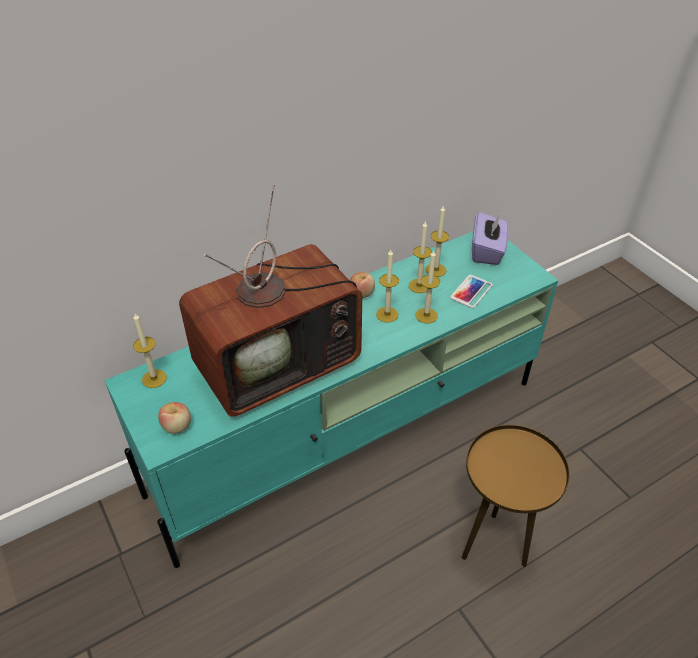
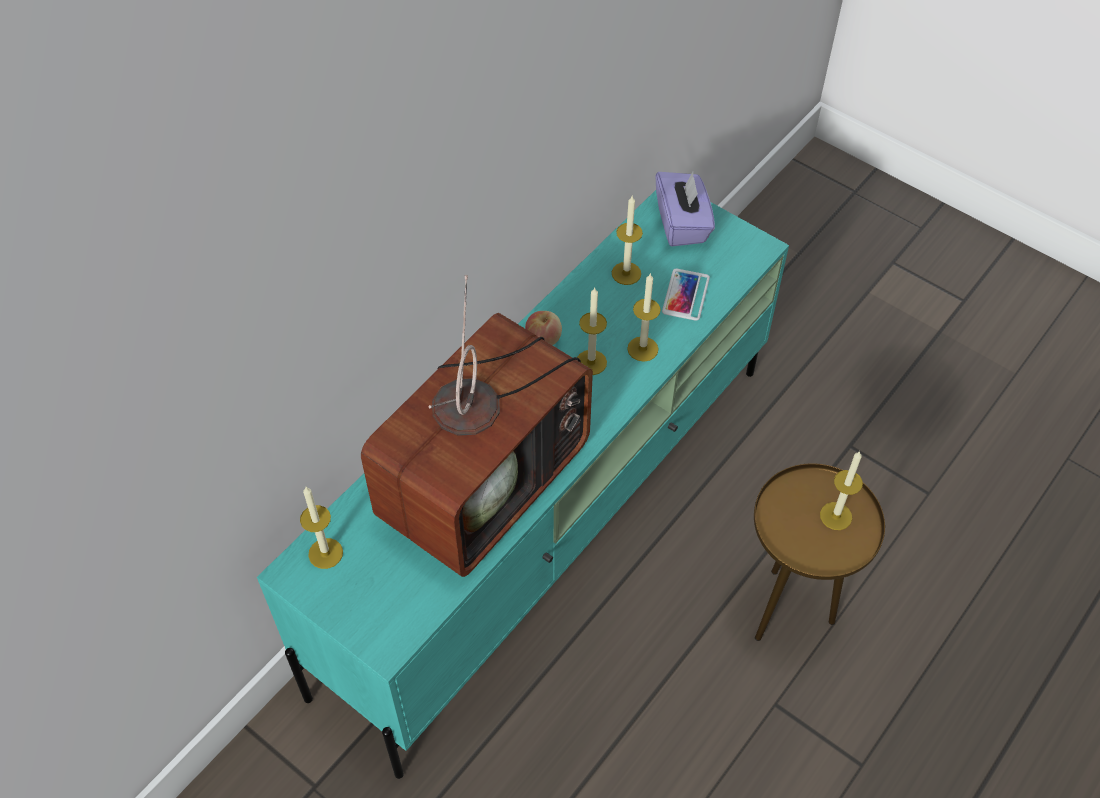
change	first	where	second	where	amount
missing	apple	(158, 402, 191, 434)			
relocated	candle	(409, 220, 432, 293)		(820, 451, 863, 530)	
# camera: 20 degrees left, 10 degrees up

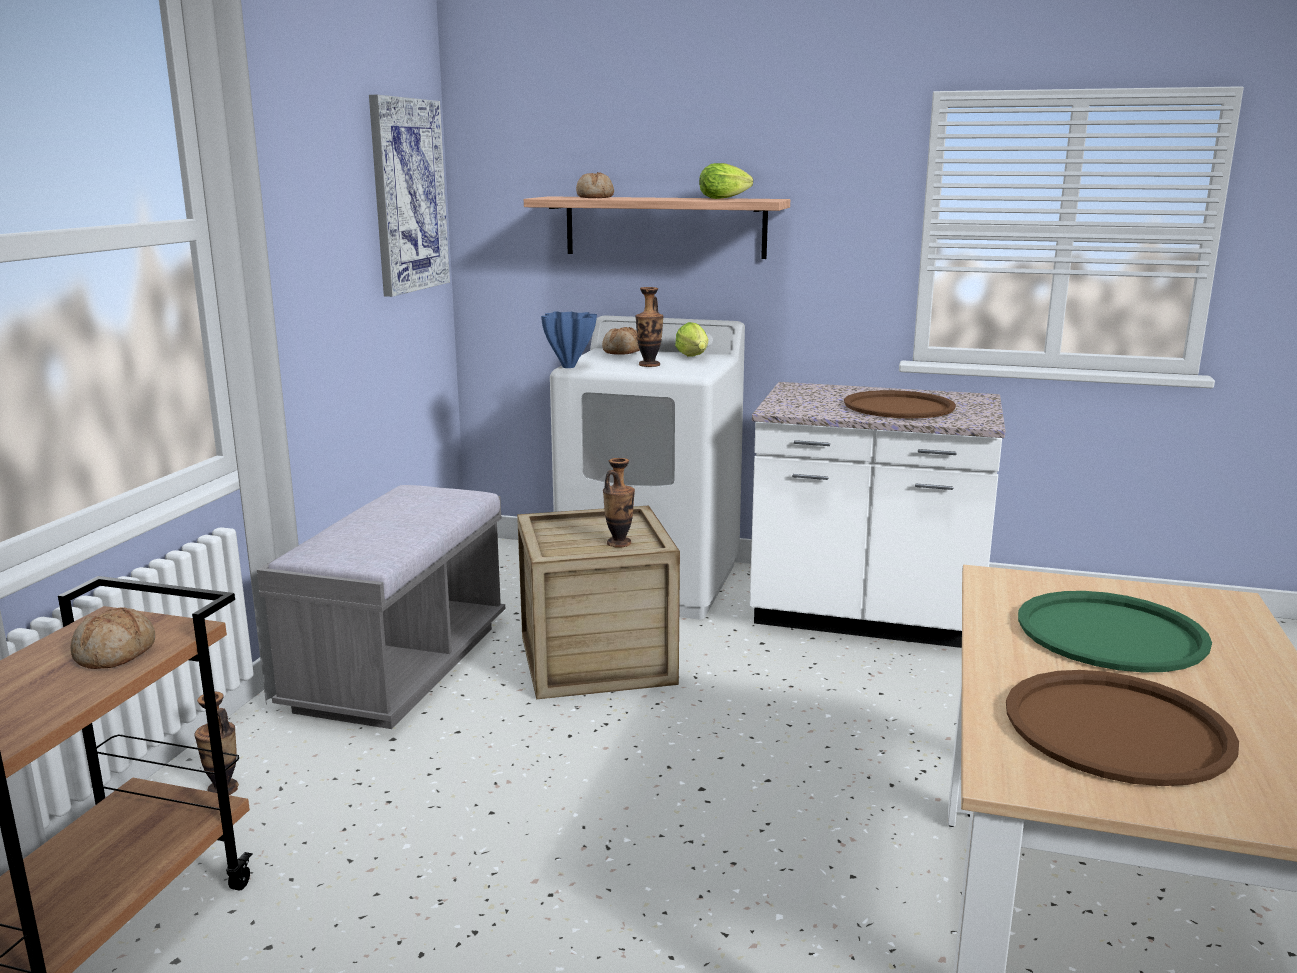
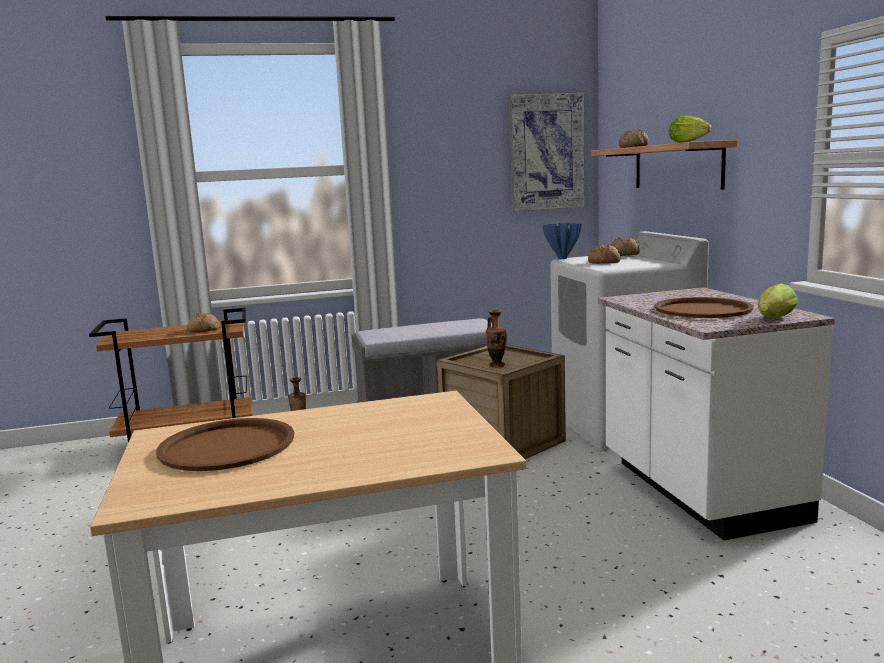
change	first	where	second	where	amount
missing	tray/green	(1018, 591, 1212, 672)			
relocated	lettuce	(675, 322, 708, 357)		(758, 283, 798, 318)	
exchanged	vase	(635, 287, 663, 367)	bread	(588, 244, 621, 264)	
# camera: 60 degrees right, 5 degrees down

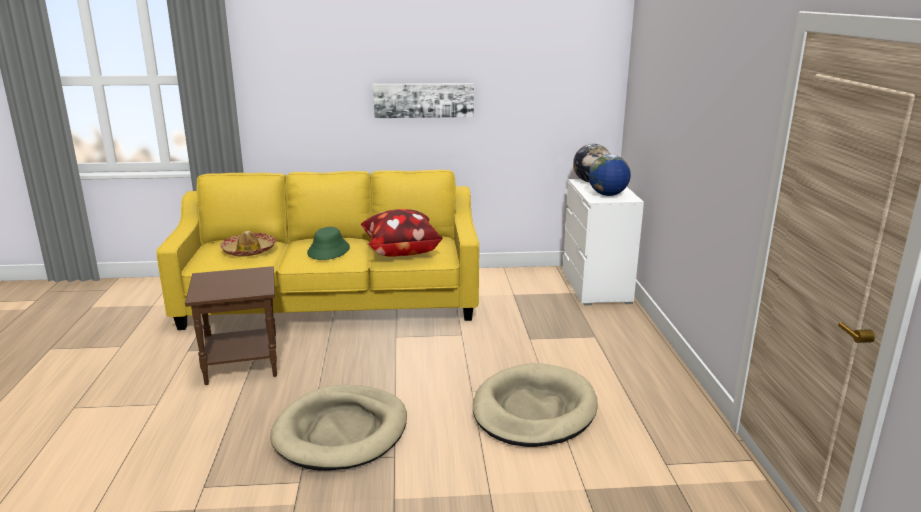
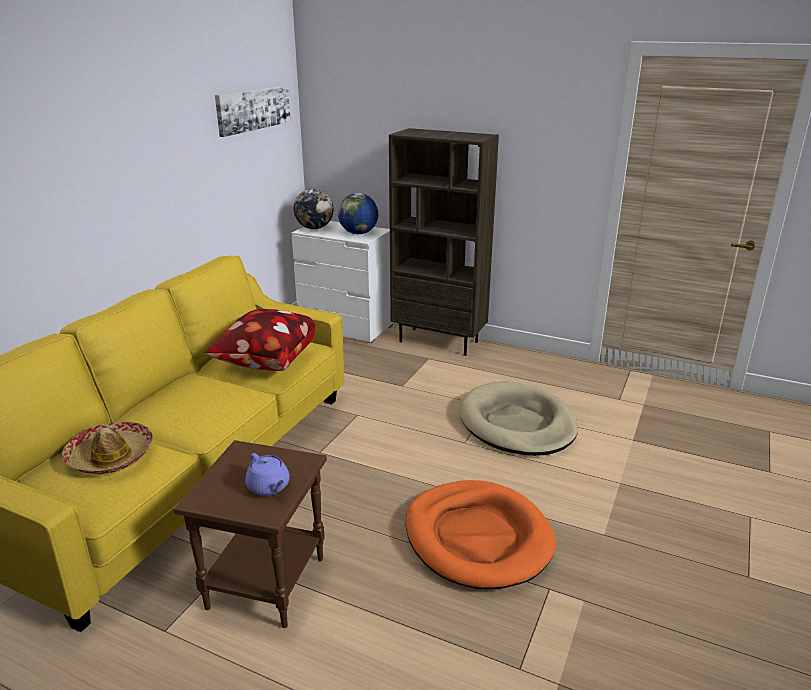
change	first	where	second	where	amount
missing	hat/green	(307, 227, 350, 260)			
appeared			teapot/purple	(245, 453, 290, 496)	
appeared			bookcase/brown	(389, 128, 499, 356)	
relocated	picture	(373, 83, 474, 118)		(215, 85, 291, 137)	
colour	dog bed/beige	(270, 385, 407, 471)	dog bed/orange	(405, 480, 556, 589)	
# camera: 60 degrees left, 5 degrees up

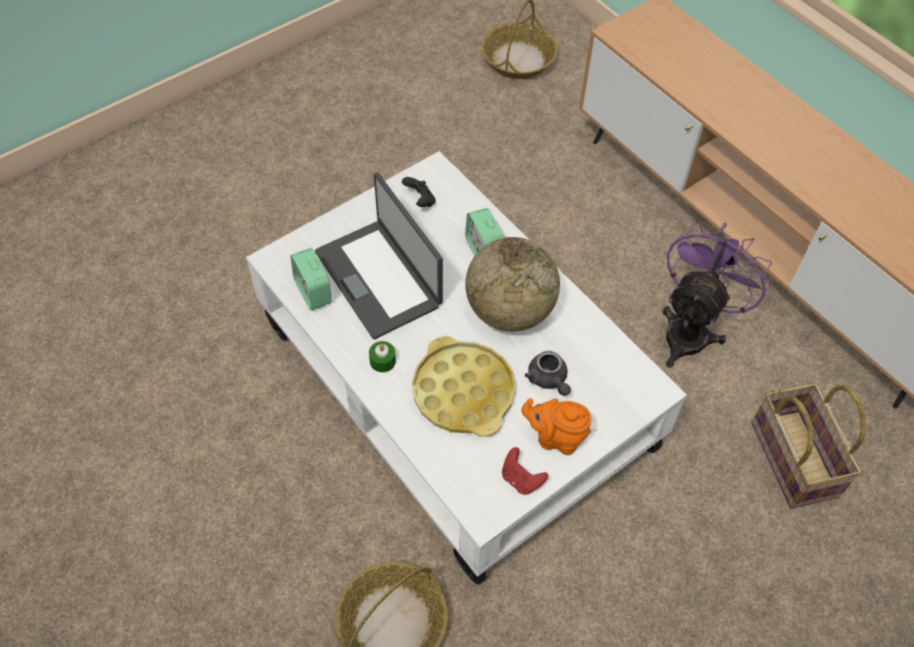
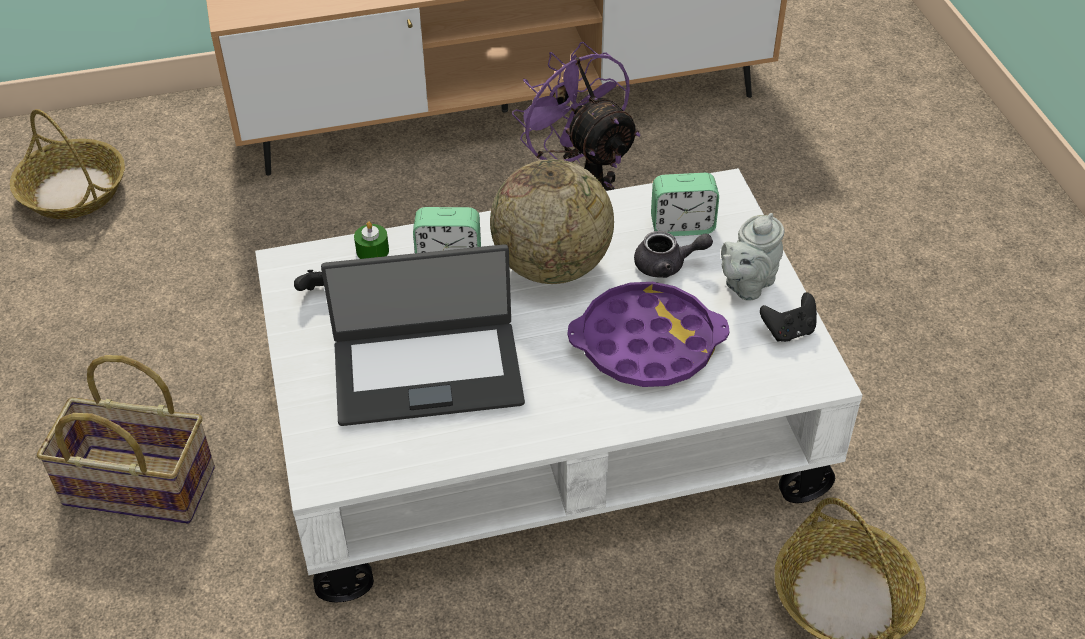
change	first	where	second	where	amount
relocated	alarm clock	(290, 248, 332, 310)		(651, 173, 719, 236)	
relocated	candle/green	(369, 341, 396, 372)		(354, 221, 389, 259)	
relocated	basket	(751, 383, 866, 508)		(37, 355, 215, 524)	
colour	tray/yellow	(412, 336, 515, 437)	tray/purple	(568, 282, 729, 387)	
colour	game controller/red	(502, 447, 548, 495)	game controller/black	(760, 292, 817, 342)	
colour	teapot/orange	(521, 398, 591, 455)	teapot/grey	(721, 213, 785, 300)	
# camera: 65 degrees left, 10 degrees down

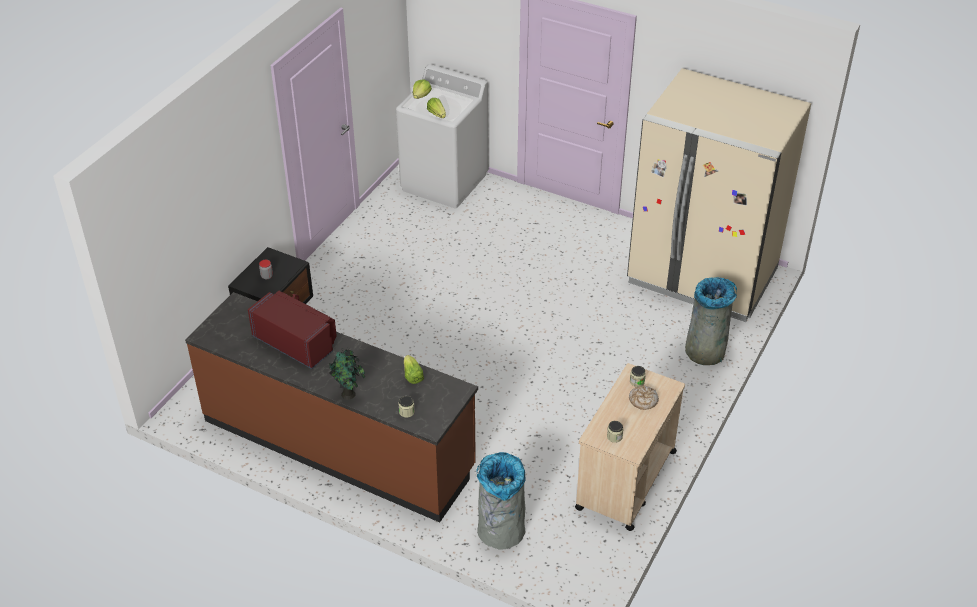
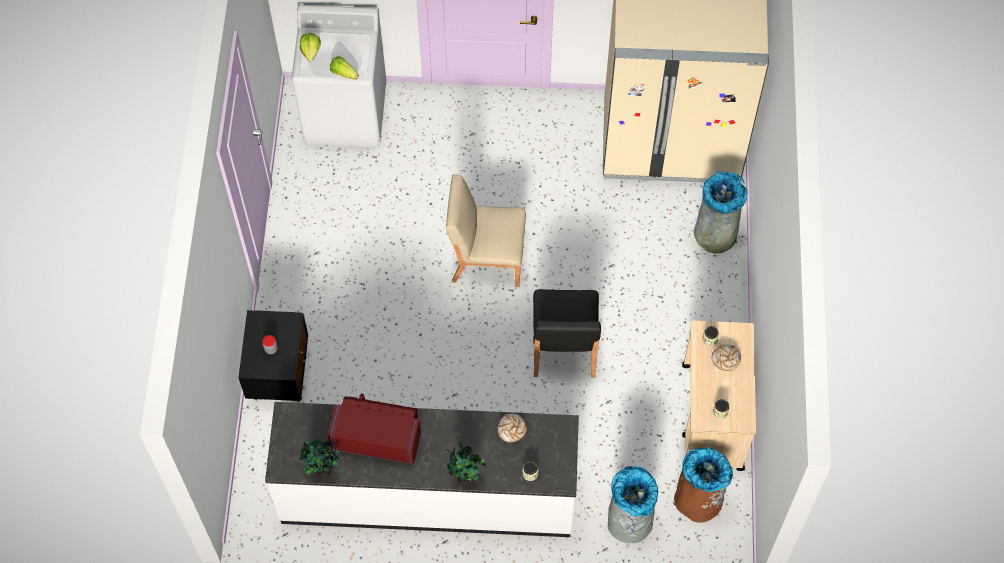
change	first	where	second	where	amount
appeared			potted plant	(300, 439, 342, 478)	
appeared			chair/beige	(446, 174, 526, 287)	
appeared			chair/black	(533, 289, 601, 378)	
appeared			trash can/brown	(674, 447, 733, 523)	
exchanged	lettuce	(404, 355, 424, 384)	bread	(498, 414, 527, 443)	
colour	counter/brown	(185, 292, 478, 522)	counter/white	(265, 402, 579, 537)	
# camera: 25 degrees left, 20 degrees up

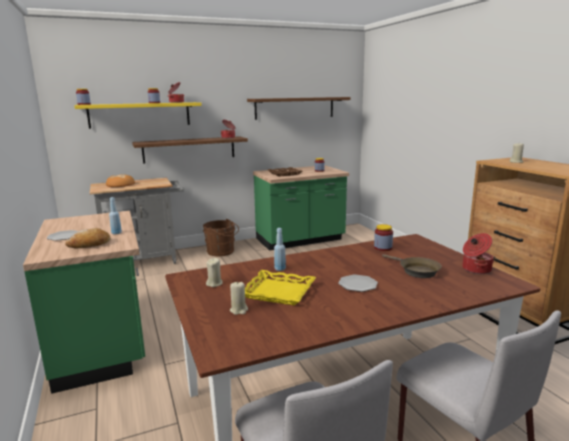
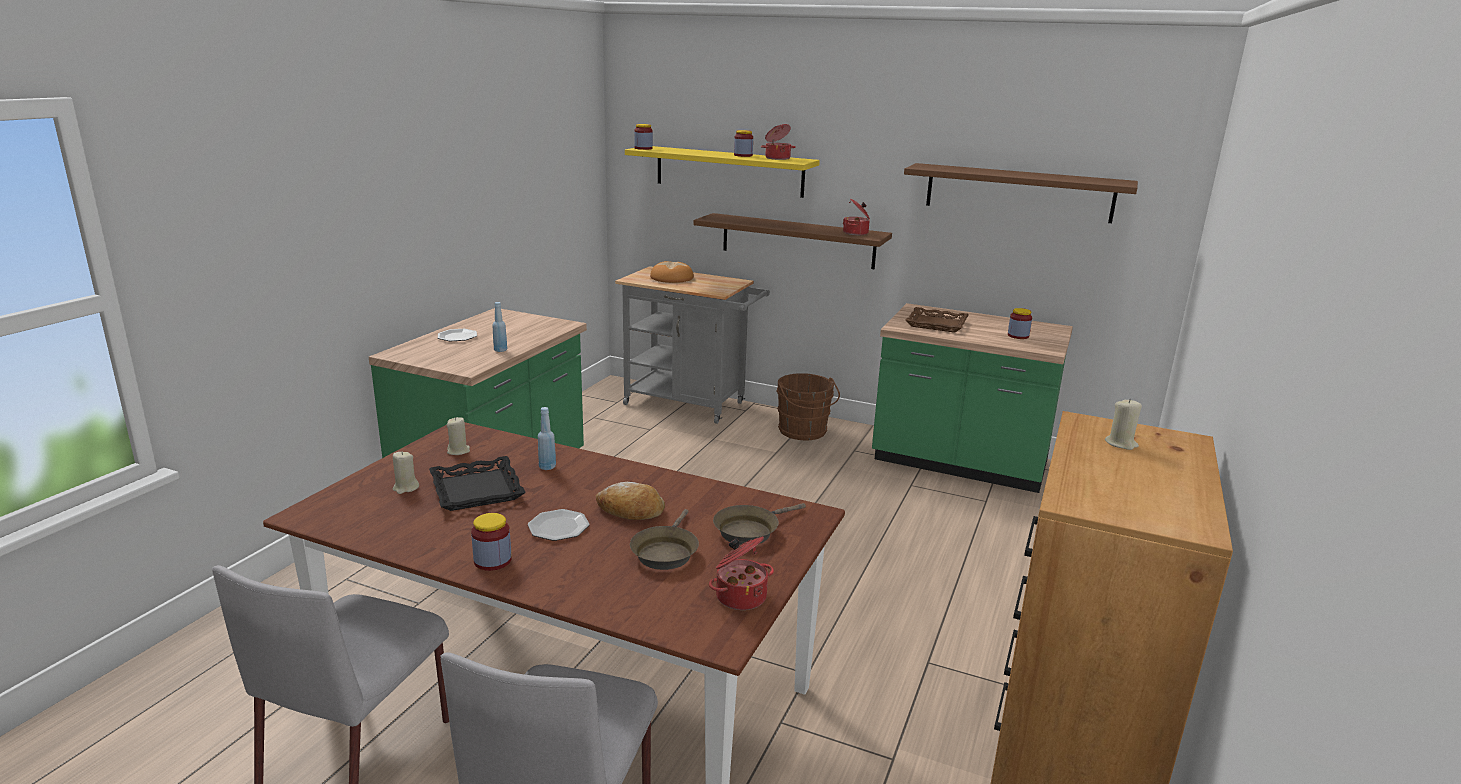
change	first	where	second	where	amount
appeared			frying pan/brown	(713, 503, 806, 545)	
relocated	bread	(65, 228, 110, 248)		(596, 482, 665, 520)	
relocated	jar	(374, 224, 393, 251)		(471, 513, 512, 571)	
colour	tray/yellow	(245, 270, 316, 305)	tray/black	(429, 456, 526, 511)	
# camera: 45 degrees right, 5 degrees up

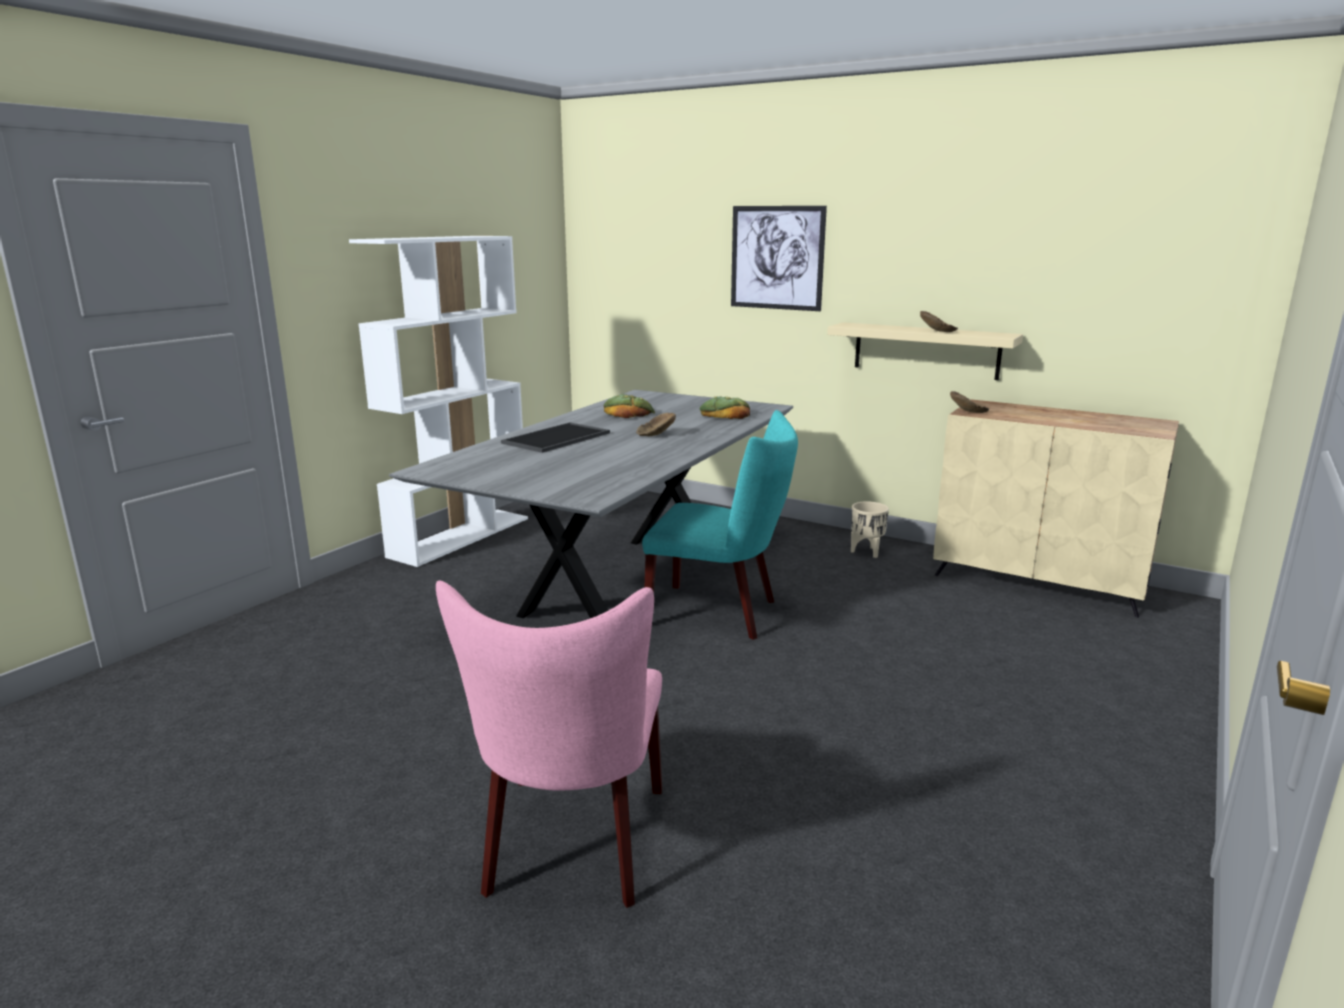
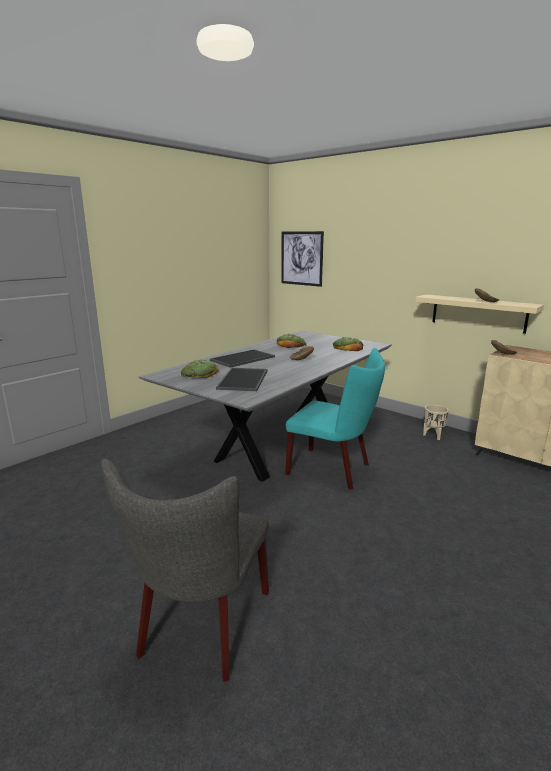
change	first	where	second	where	amount
missing	bookcase/white	(349, 236, 528, 567)			
appeared			bread	(181, 359, 219, 378)	
appeared			tray	(216, 368, 268, 391)	
relocated	picture	(731, 206, 827, 311)		(281, 231, 324, 287)	
colour	chair/pink	(436, 580, 662, 908)	chair/grey	(101, 459, 269, 682)	
# camera: 10 degrees right, 0 degrees up

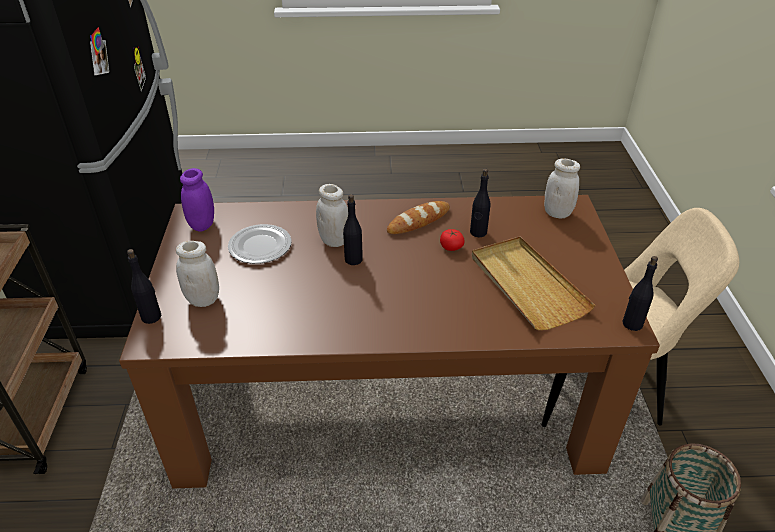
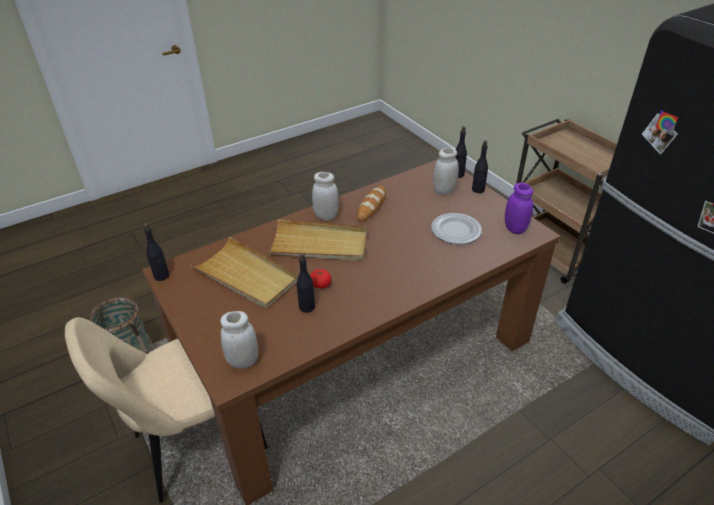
change	first	where	second	where	amount
appeared			tray/beige	(267, 219, 367, 261)	
relocated	jar/white	(316, 184, 348, 247)		(312, 172, 338, 220)	
relocated	bottle/black	(343, 194, 363, 265)		(472, 140, 488, 193)	
relocated	bread	(387, 201, 450, 234)		(357, 186, 386, 222)	
# camera: 150 degrees right, 0 degrees up

